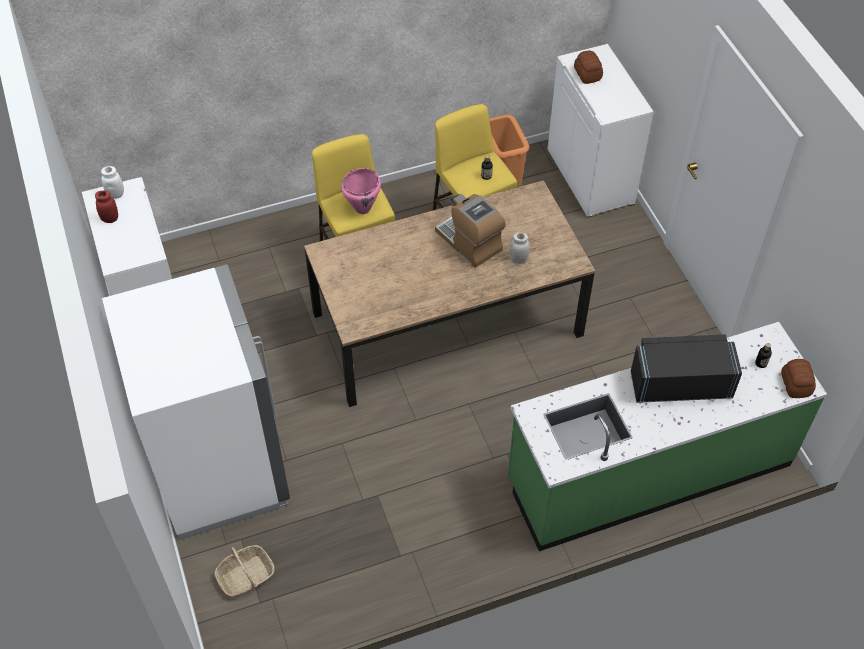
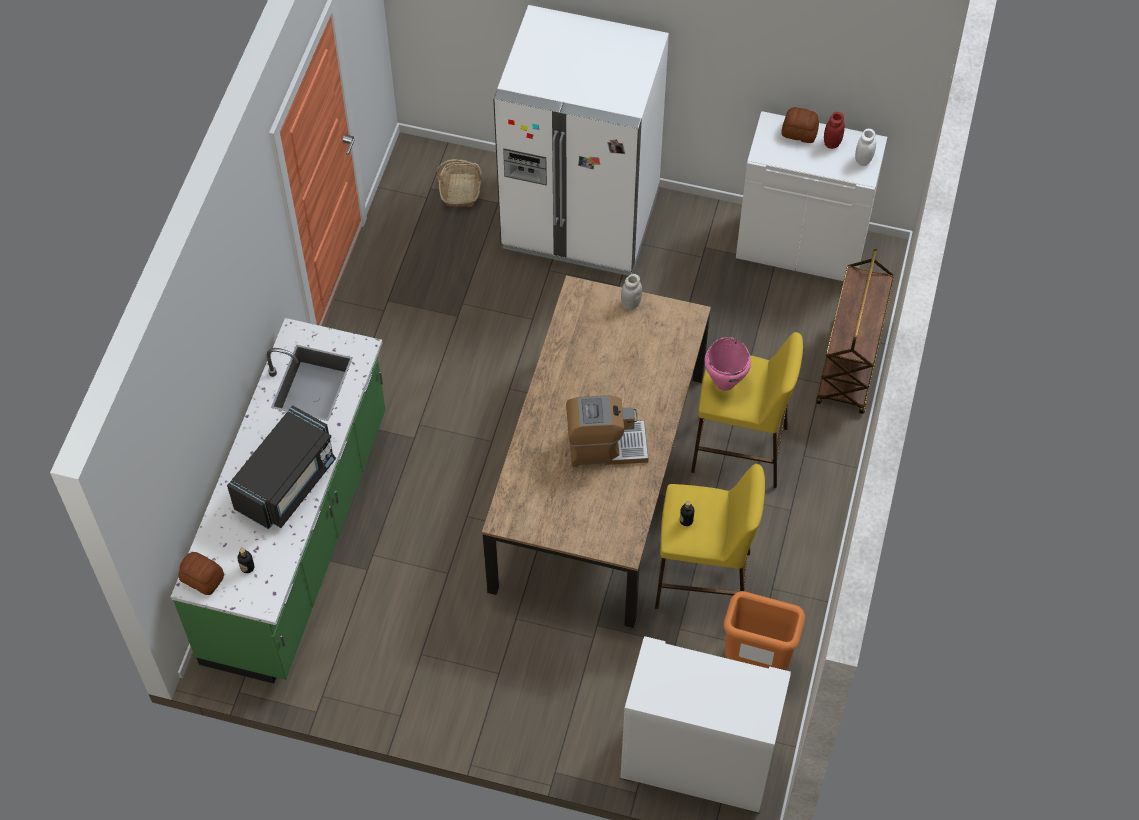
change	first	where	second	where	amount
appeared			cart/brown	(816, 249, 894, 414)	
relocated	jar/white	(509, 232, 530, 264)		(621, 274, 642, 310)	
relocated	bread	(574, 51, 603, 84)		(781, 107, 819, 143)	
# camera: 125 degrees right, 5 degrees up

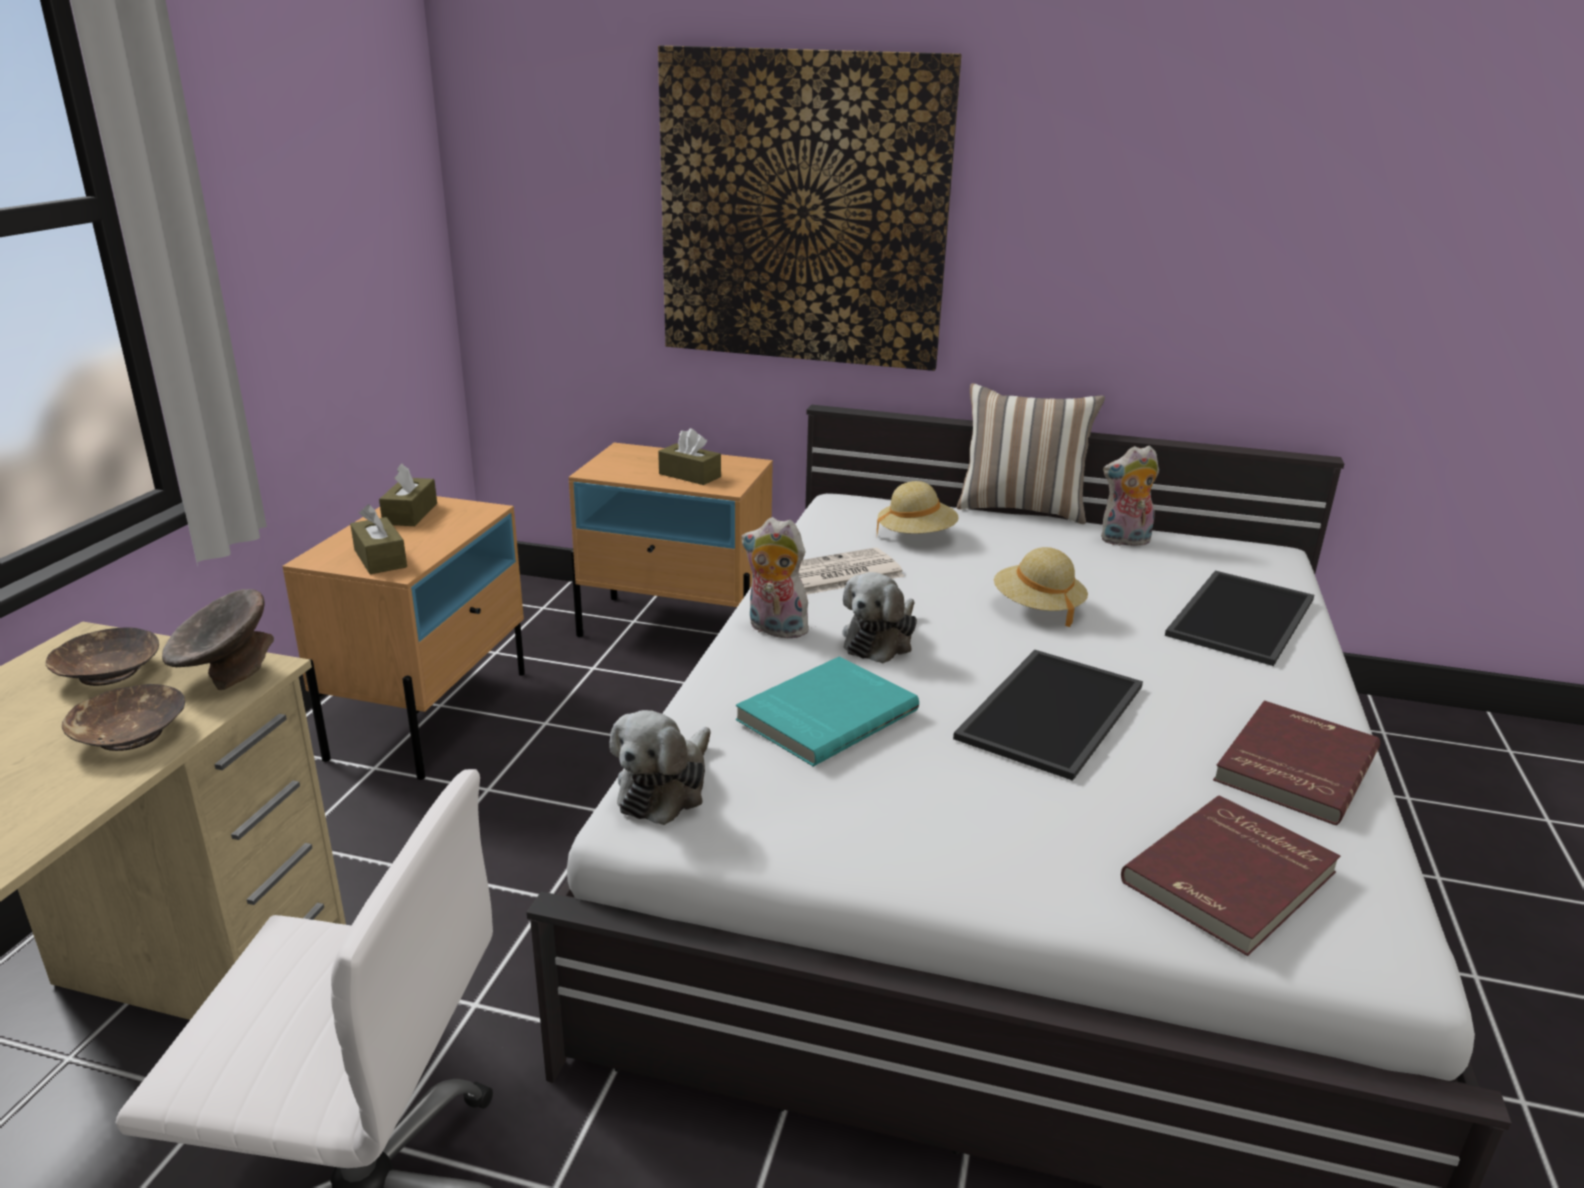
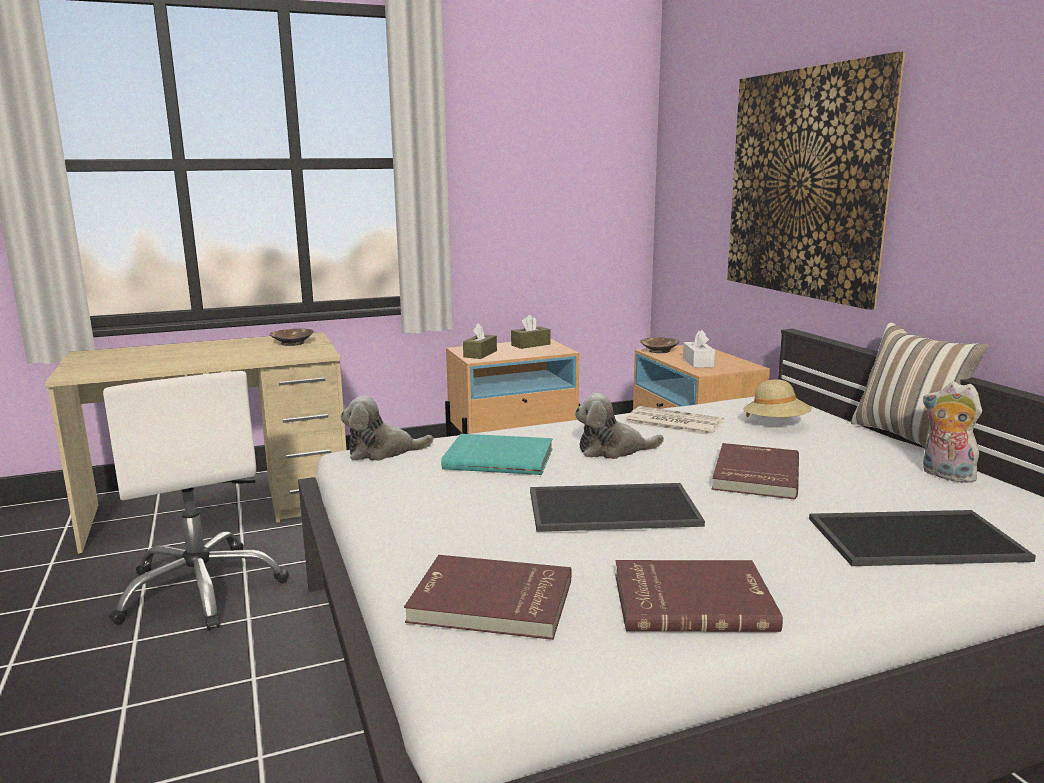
change	first	where	second	where	amount
missing	bowl/grey	(162, 589, 274, 690)			
missing	plush toy	(742, 517, 812, 639)			
relocated	bowl/brown	(62, 684, 185, 751)		(640, 337, 680, 353)	
exchanged	hat/beige	(994, 547, 1088, 627)	book/red	(712, 443, 799, 500)	
colour	tissue box/brown	(658, 428, 721, 485)	tissue box/white	(683, 330, 715, 368)	
# camera: 55 degrees right, 10 degrees down

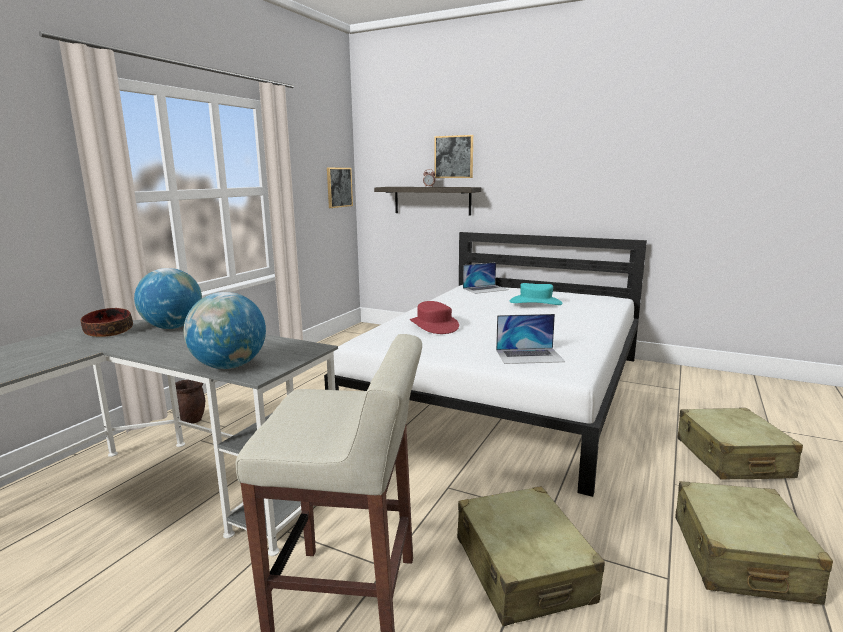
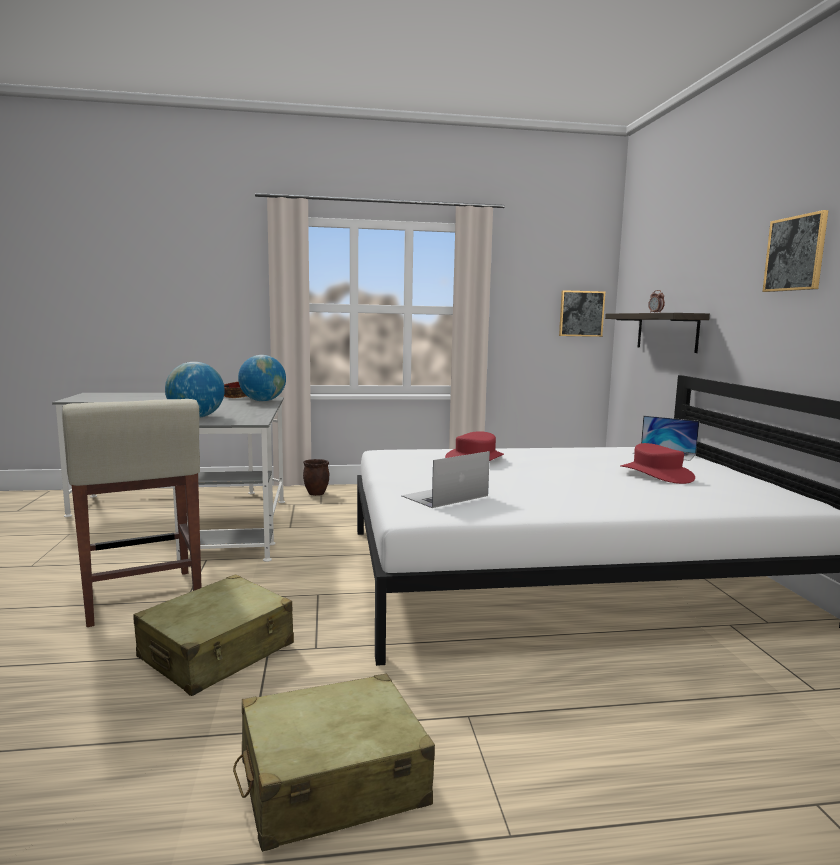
change	first	where	second	where	amount
missing	suitcase/beige	(678, 408, 803, 480)			
relocated	picture	(434, 135, 473, 178)		(762, 210, 828, 292)	
colour	hat/turquoise	(510, 283, 562, 305)	hat/red	(620, 443, 695, 484)	
spun	laptop	(496, 314, 565, 364)		(401, 451, 490, 508)	90 degrees clockwise
# camera: 55 degrees right, 5 degrees down

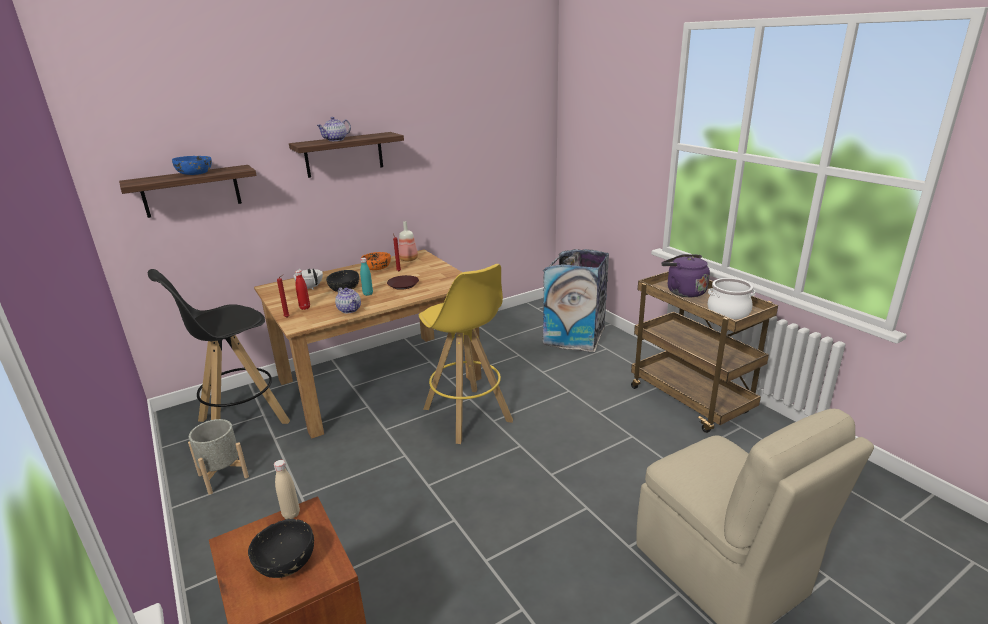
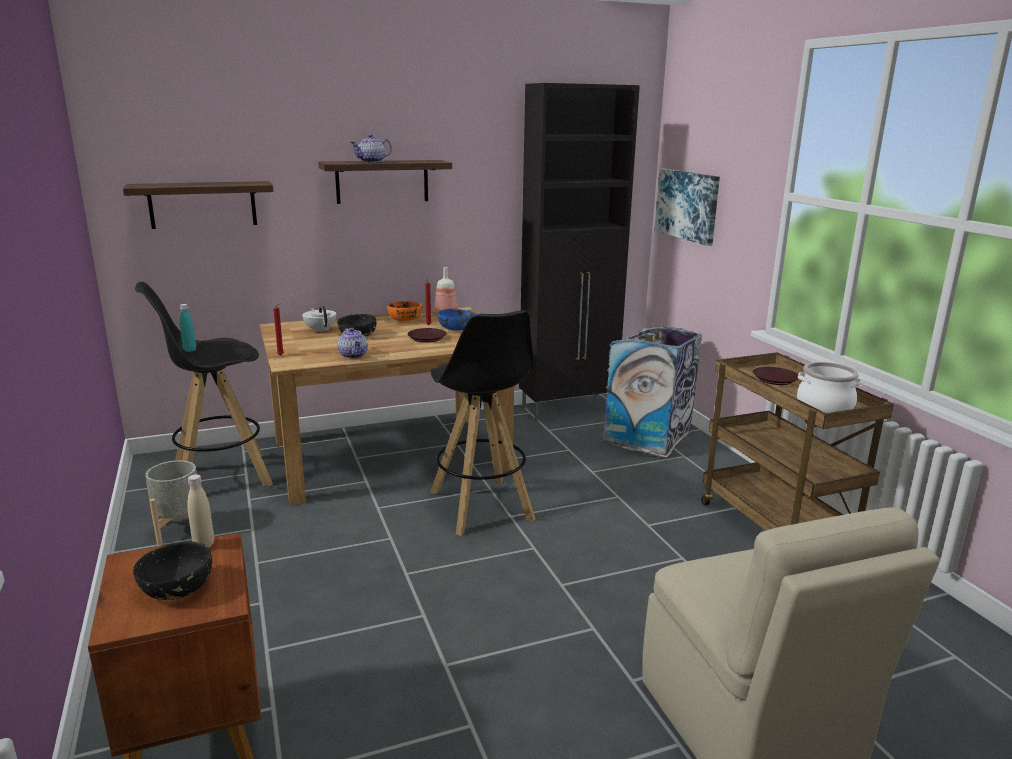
change	first	where	second	where	amount
missing	bottle/red	(295, 270, 310, 310)			
appeared			cabinet/black	(519, 83, 640, 420)	
appeared			picture	(655, 169, 720, 246)	
relocated	bowl/blue	(172, 156, 212, 175)		(438, 309, 475, 330)	
relocated	bottle/turquoise	(360, 258, 373, 296)		(180, 304, 196, 352)	
exchanged	kettle/purple	(662, 254, 710, 297)	plate/brown	(753, 367, 798, 385)	
colour	stool/yellow	(419, 264, 513, 444)	stool/black	(430, 310, 536, 536)	
# camera: 10 degrees right, 5 degrees down

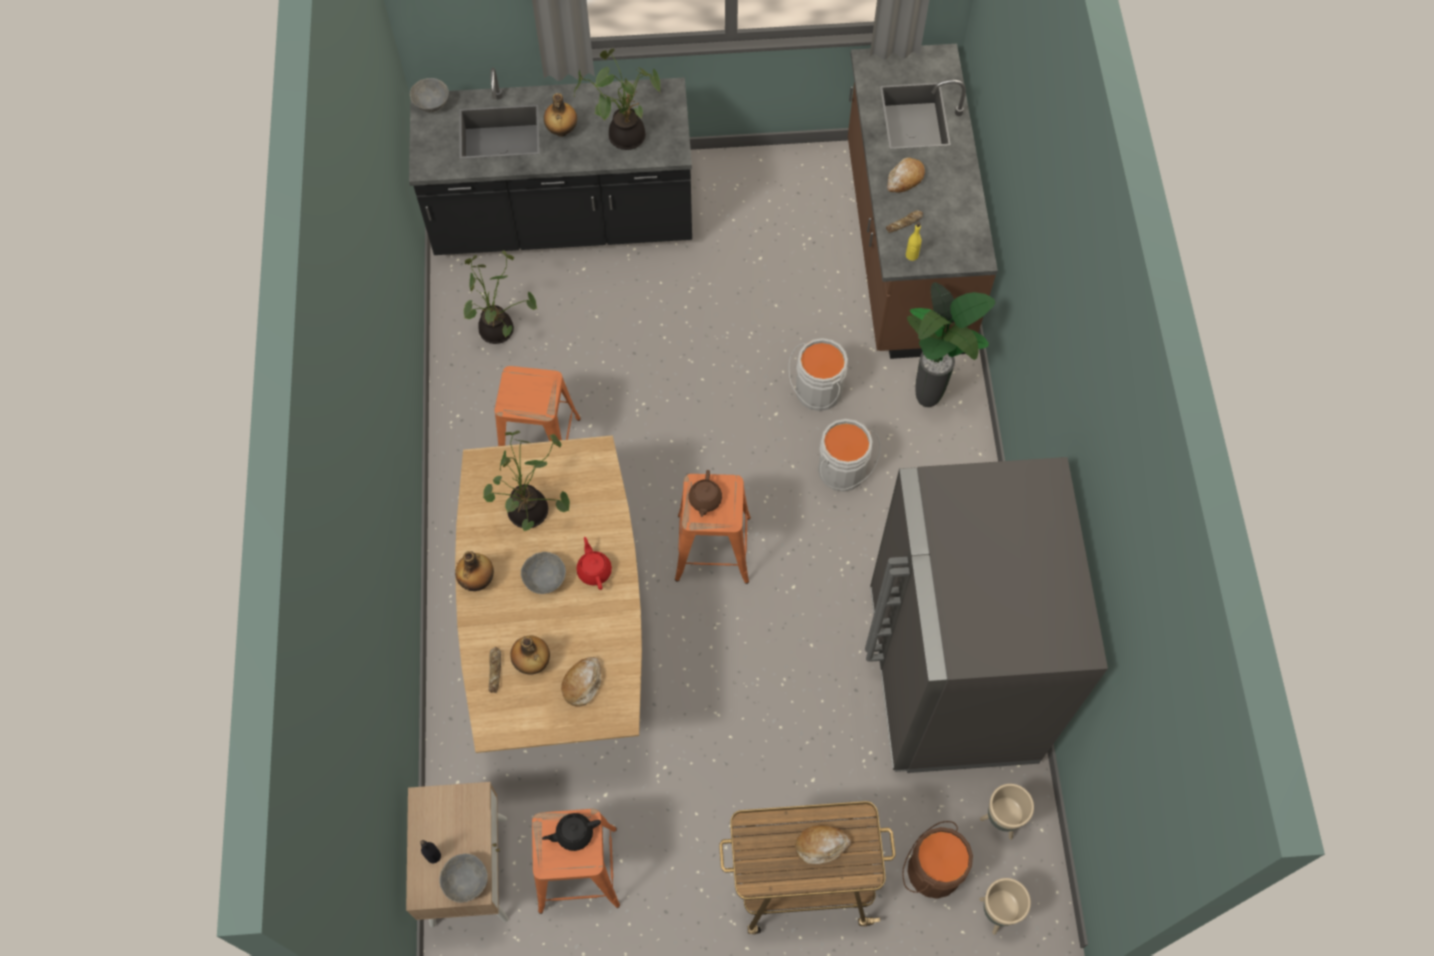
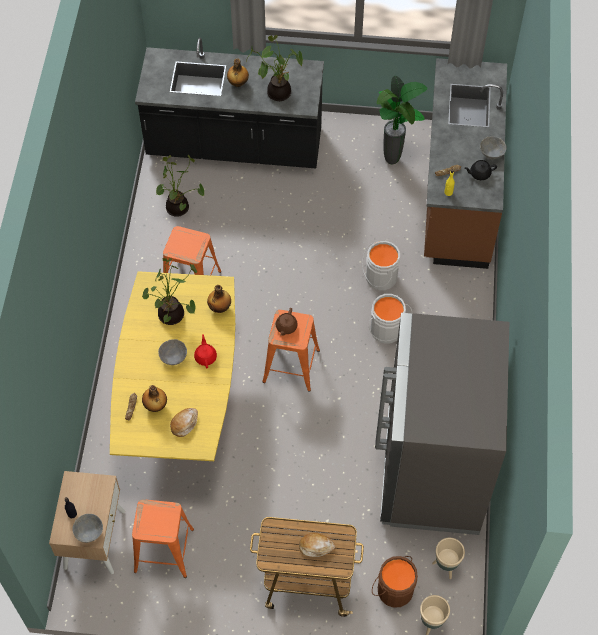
change	first	where	second	where	amount
missing	bread	(887, 158, 925, 193)			
relocated	bowl/grey	(410, 78, 449, 112)		(480, 136, 507, 159)	
relocated	bottle	(455, 551, 494, 591)		(207, 285, 231, 313)	
relocated	teapot/black	(542, 813, 601, 851)		(464, 160, 497, 180)	
relocated	potted plant	(907, 282, 995, 407)		(377, 76, 427, 164)	
colour	dining table/brown	(455, 435, 642, 753)	dining table/yellow	(110, 271, 235, 461)	
# camera: 10 degrees right, 5 degrees down

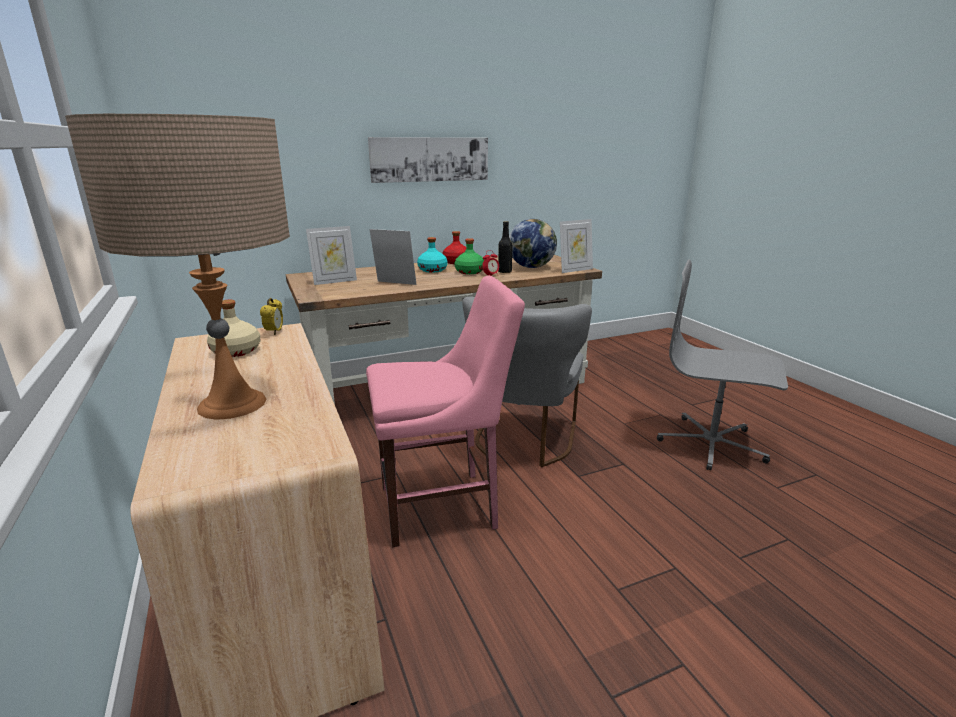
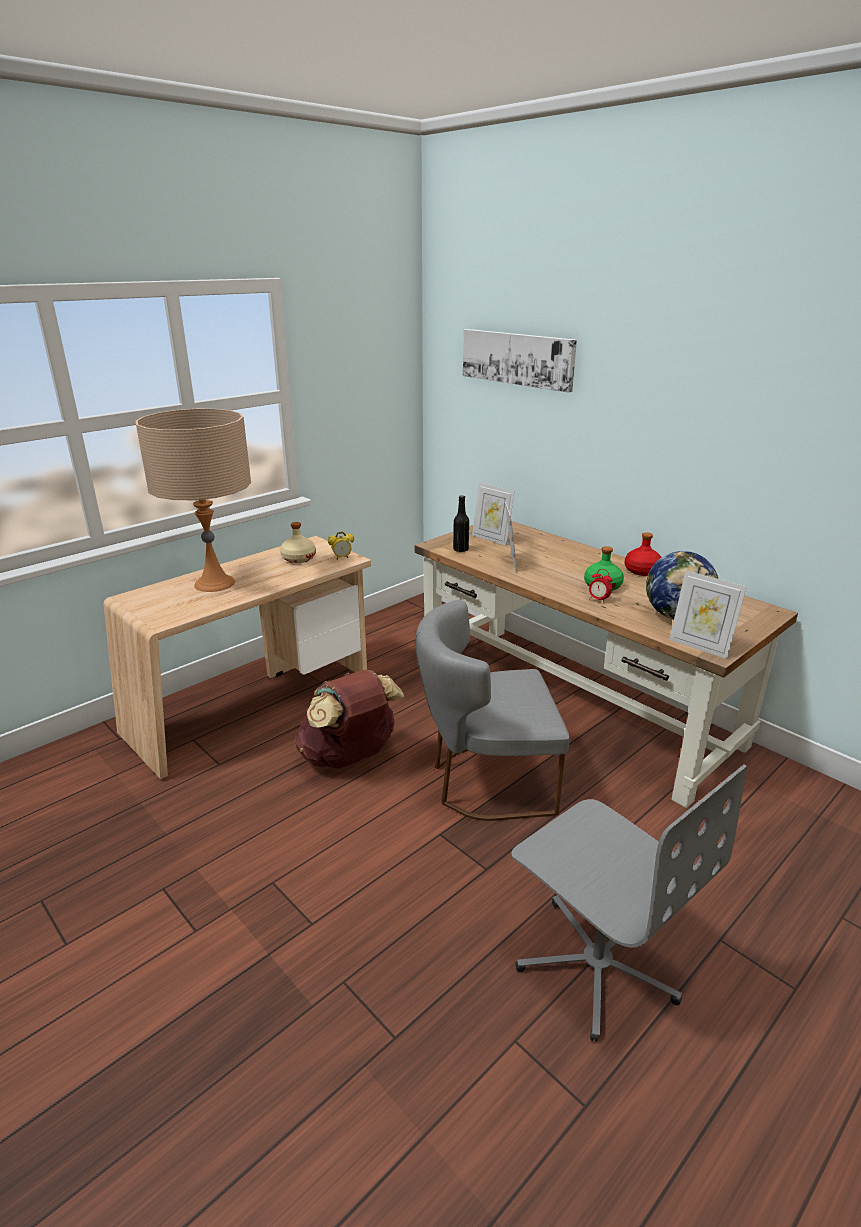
change	first	where	second	where	amount
missing	bottle/turquoise	(417, 237, 447, 273)			
relocated	picture	(368, 137, 488, 183)		(463, 329, 577, 393)	
relocated	bottle/black	(498, 221, 513, 273)		(453, 495, 469, 552)	
exchanged	chair/pink	(366, 276, 525, 547)	backpack/brown	(295, 670, 404, 769)	
spun	office chair/grey	(657, 259, 788, 470)		(511, 764, 747, 1042)	135 degrees clockwise
# camera: 70 degrees right, 5 degrees up

